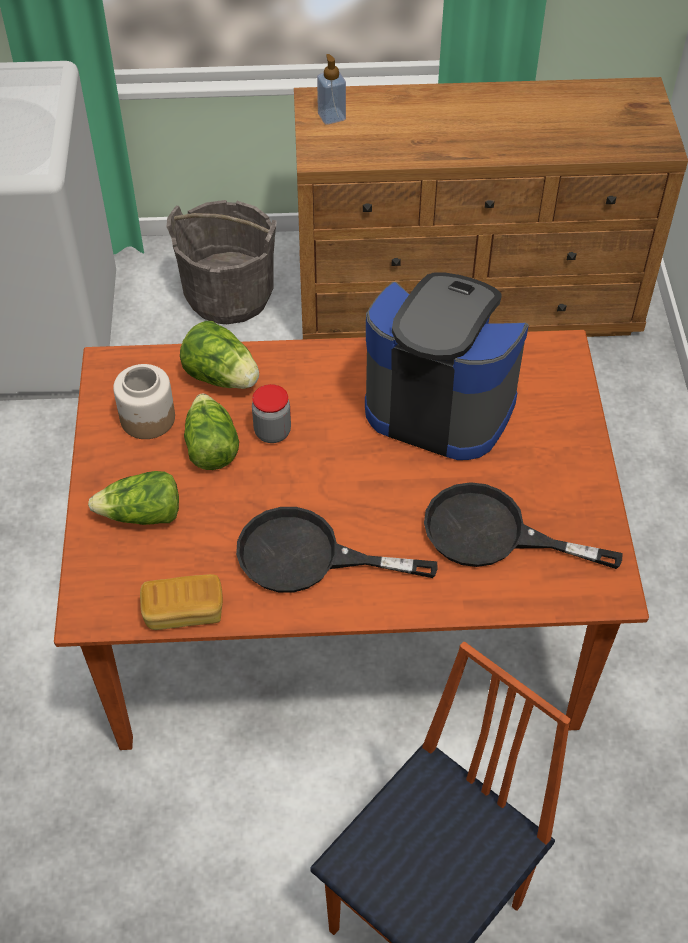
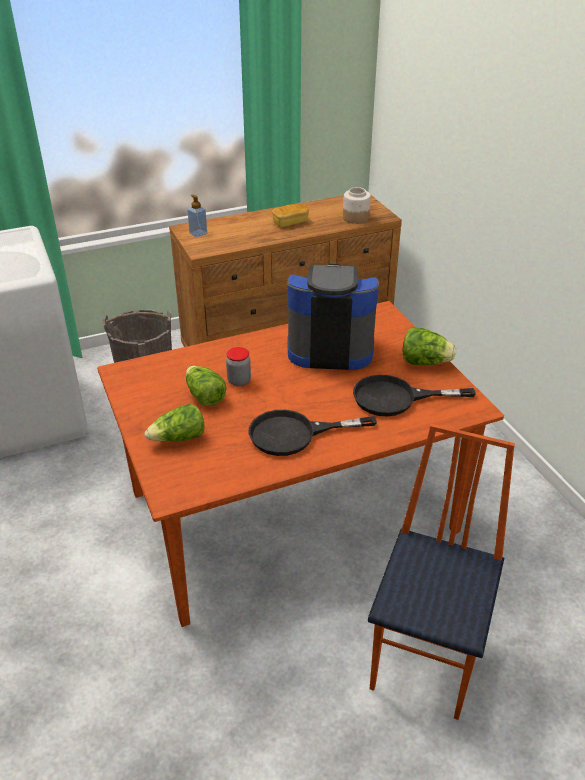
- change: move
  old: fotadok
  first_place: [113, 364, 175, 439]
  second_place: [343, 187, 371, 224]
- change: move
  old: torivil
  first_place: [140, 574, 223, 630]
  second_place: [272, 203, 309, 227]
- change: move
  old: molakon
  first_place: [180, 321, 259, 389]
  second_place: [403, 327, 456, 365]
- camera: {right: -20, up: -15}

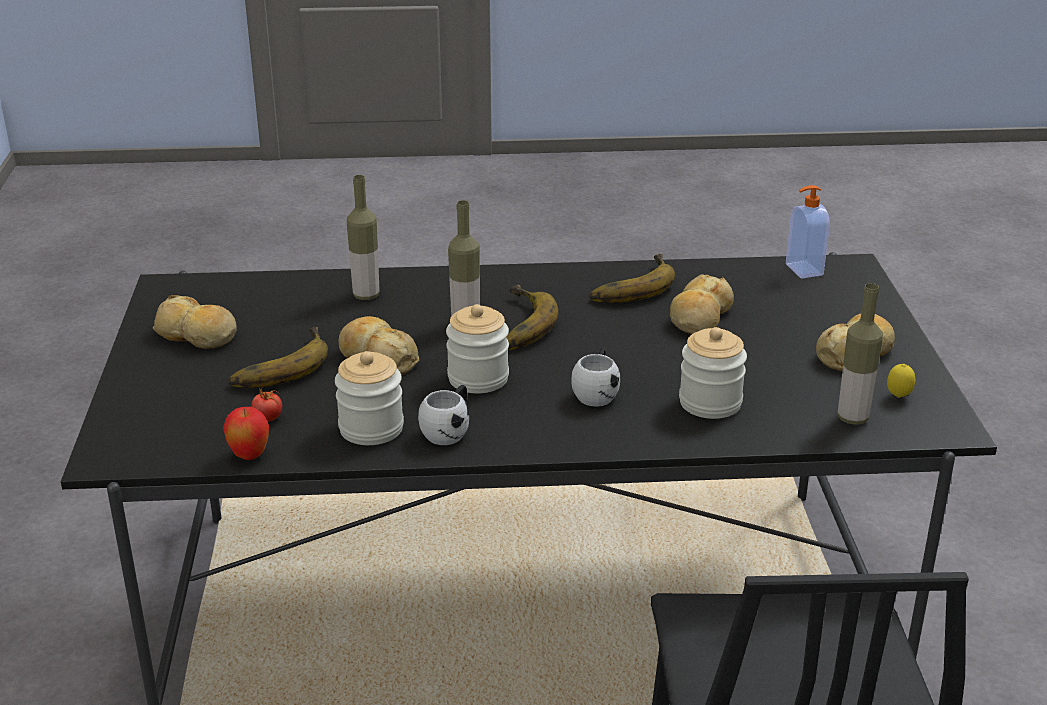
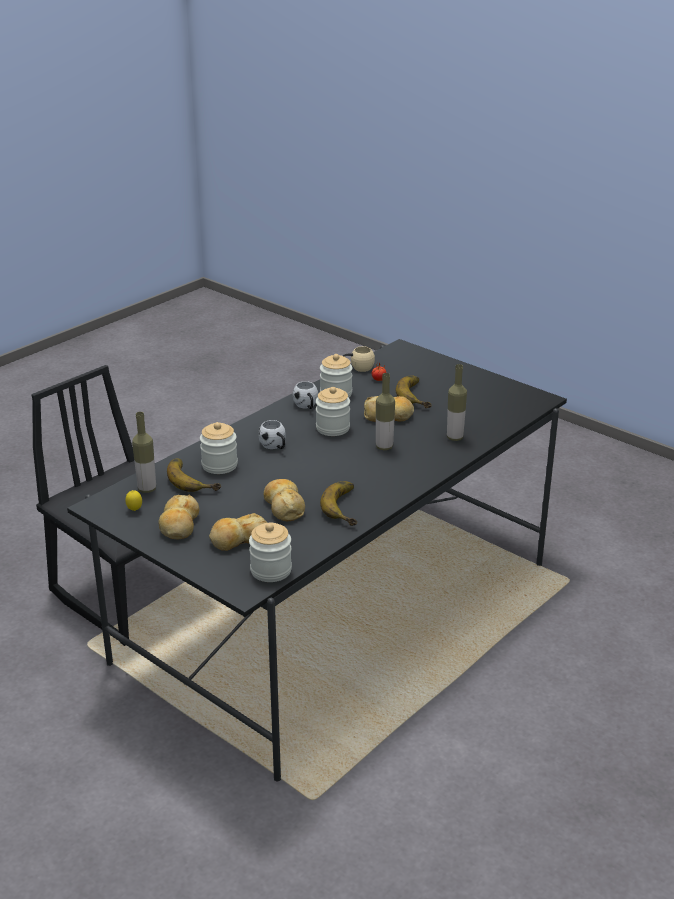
- change: move
  old: torivil
  first_place: [153, 295, 237, 349]
  second_place: [209, 513, 267, 551]
- change: replace
  old: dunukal
  new: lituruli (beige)
  first_place: [223, 407, 269, 460]
  second_place: [343, 346, 375, 372]
- change: move
  old: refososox
  first_place: [506, 285, 559, 350]
  second_place: [167, 458, 221, 492]
- change: replace
  old: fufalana
  new: fotadok
  first_place: [786, 185, 830, 278]
  second_place: [249, 523, 292, 582]
- camera: {right: 135, up: 0}

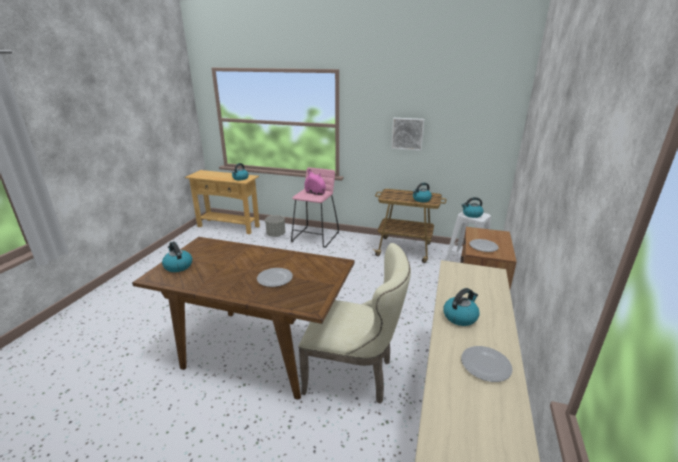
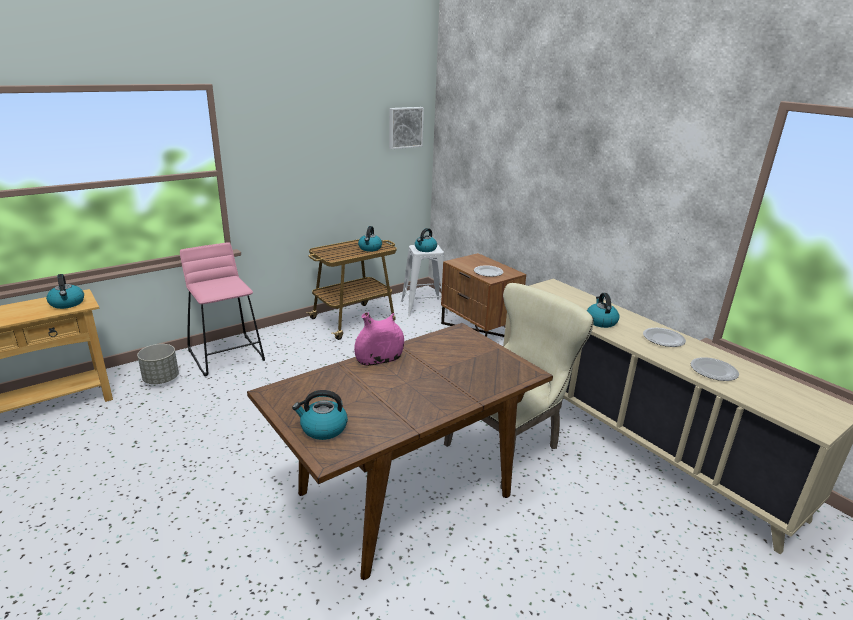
- change: move
  old: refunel
  first_place: [257, 268, 293, 287]
  second_place: [690, 357, 739, 381]
- change: move
  old: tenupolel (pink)
  first_place: [305, 169, 326, 195]
  second_place: [354, 312, 404, 366]
- change: move
  old: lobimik
  first_place: [391, 118, 425, 151]
  second_place: [389, 107, 424, 149]
- camera: {right: -55, up: 0}

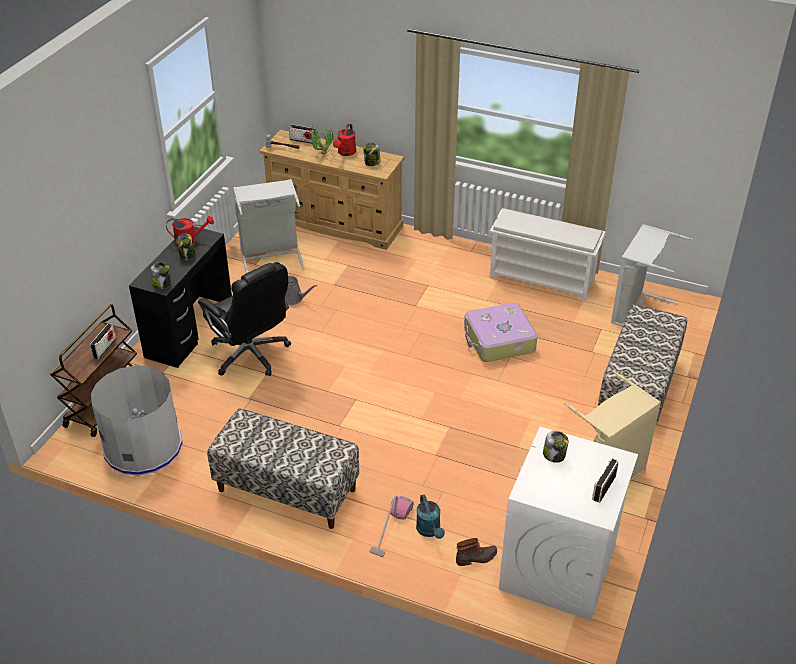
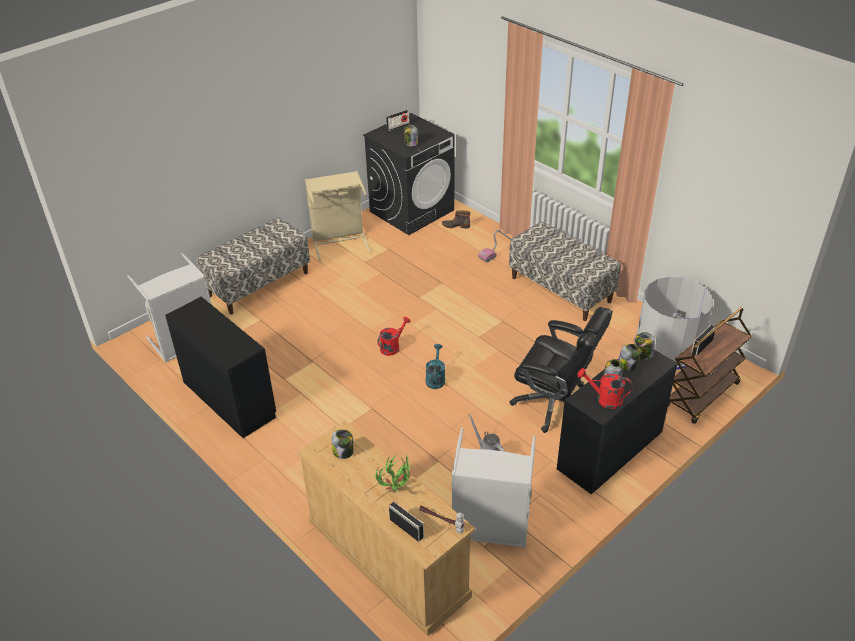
- change: rotate
  old: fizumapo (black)
  first_place: [198, 262, 291, 376]
  second_place: [510, 307, 613, 433]
  degrees: 135
- change: move
  old: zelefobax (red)
  first_place: [333, 124, 356, 156]
  second_place: [377, 316, 411, 356]
- change: move
  old: zelefobax (turquoise)
  first_place: [416, 494, 445, 539]
  second_place: [426, 344, 445, 389]
- change: delete
  old: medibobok
  first_place: [464, 303, 538, 362]
- change: replace
  old: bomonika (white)
  new: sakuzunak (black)
  first_place: [489, 208, 606, 301]
  second_place: [165, 297, 276, 438]
- change: recolor
  old: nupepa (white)
  new: nupepa (black)
  first_place: [499, 427, 638, 621]
  second_place: [363, 113, 455, 235]
- change: insert
  new: fotadok
  second_place: [618, 344, 641, 371]
- camera: {right: -155, up: 0}

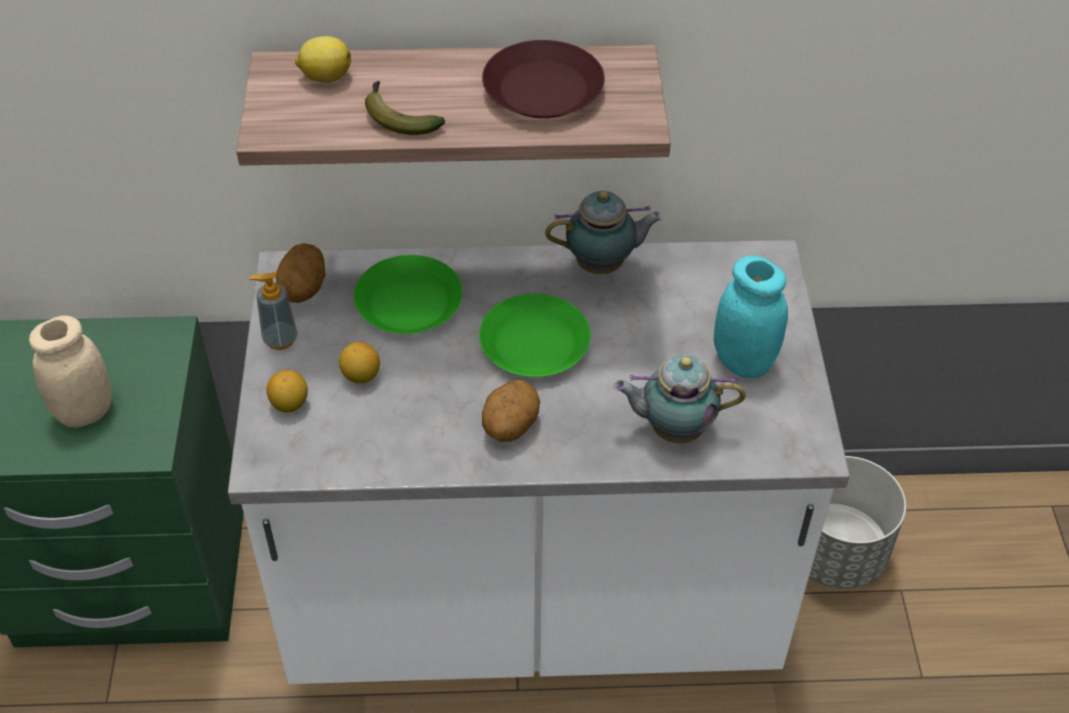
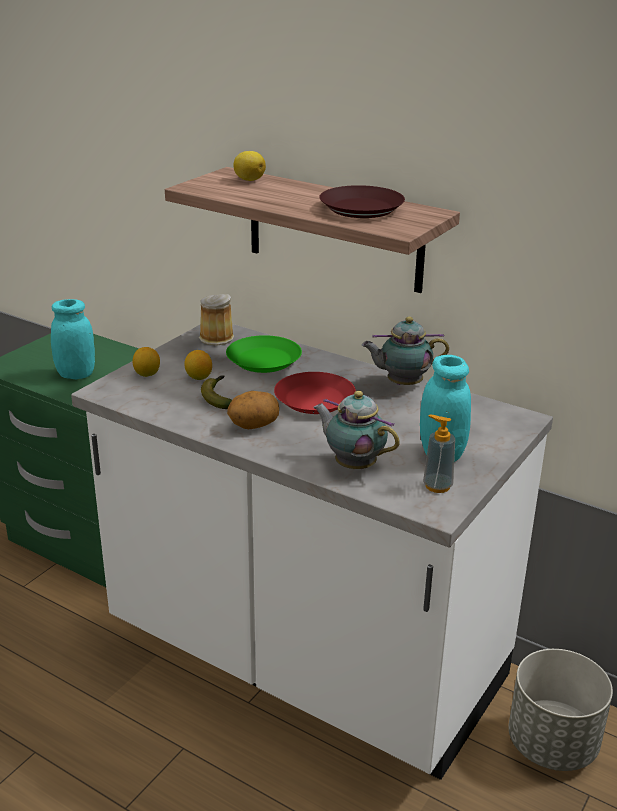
- change: recolor
  old: fotadok (beige)
  new: fotadok (turquoise)
  first_place: [29, 315, 112, 428]
  second_place: [51, 299, 95, 379]
- change: move
  old: fufalana
  first_place: [249, 272, 297, 350]
  second_place: [423, 415, 455, 493]
- change: replace
  old: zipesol
  new: lituruli
  first_place: [276, 243, 326, 303]
  second_place: [199, 294, 234, 345]
- change: move
  old: refososox
  first_place: [365, 81, 445, 135]
  second_place: [201, 375, 232, 409]
- change: recolor
  old: refunel (green)
  new: refunel (red)
  first_place: [479, 294, 591, 377]
  second_place: [274, 372, 356, 414]
- change: rotate
  old: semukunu
  first_place: [545, 191, 663, 274]
  second_place: [362, 317, 449, 385]
  degrees: 150
- camera: {right: 35, up: -20}

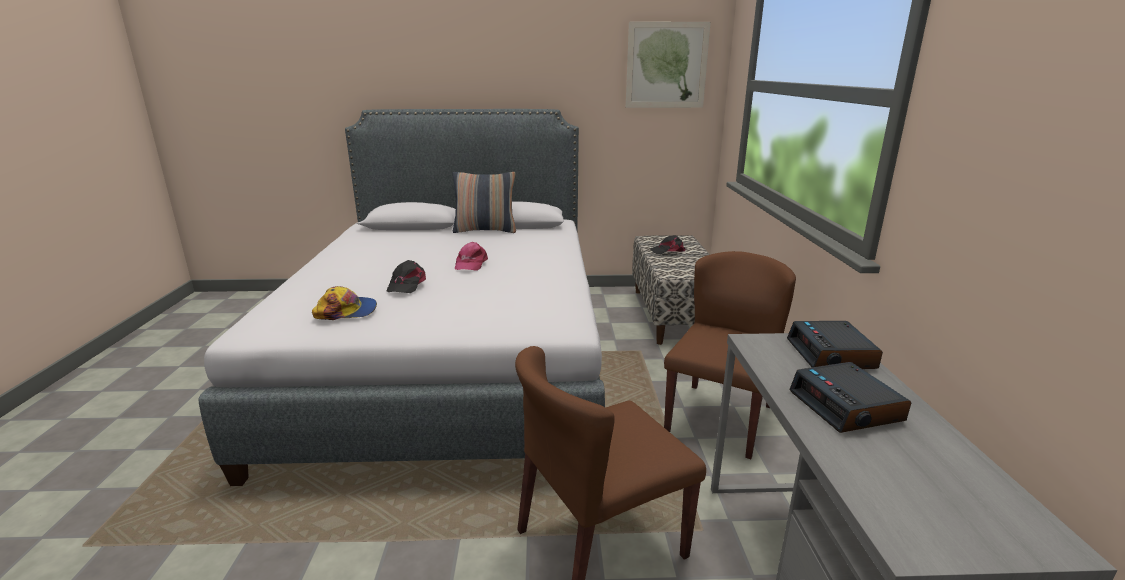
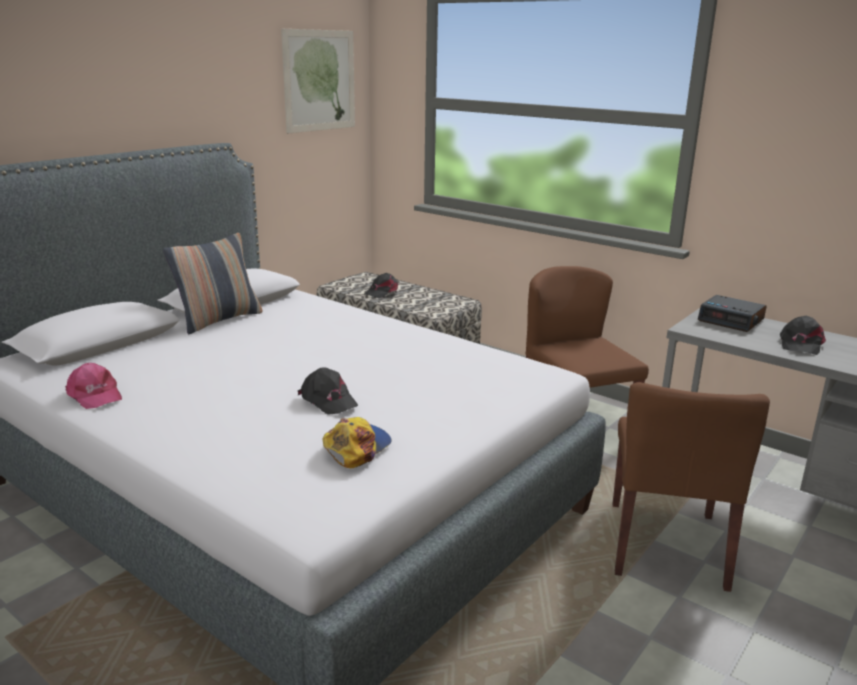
- change: move
  old: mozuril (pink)
  first_place: [455, 242, 488, 271]
  second_place: [65, 363, 122, 409]
- change: replace
  old: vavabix
  new: mozuril (black)
  first_place: [789, 362, 911, 433]
  second_place: [780, 316, 826, 355]
- camera: {right: -50, up: 0}

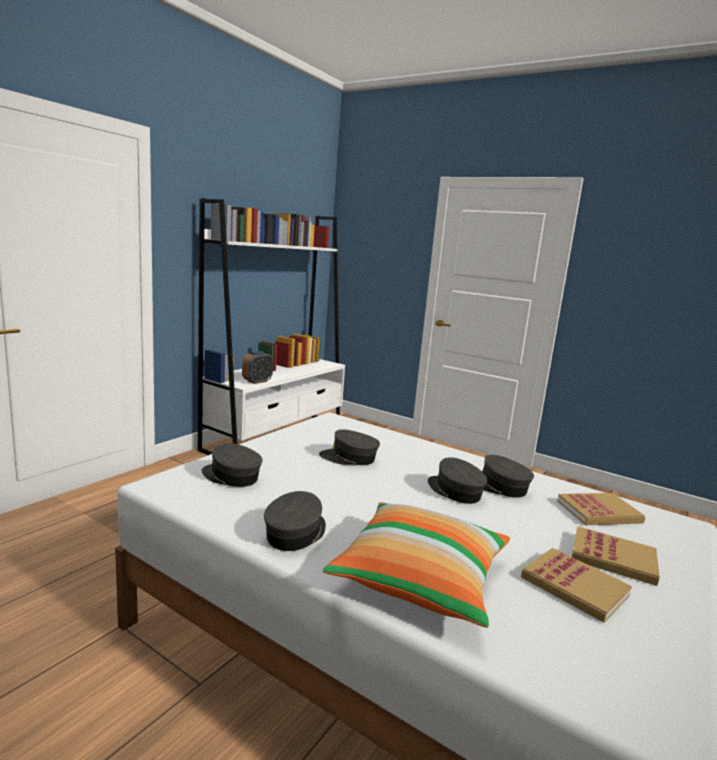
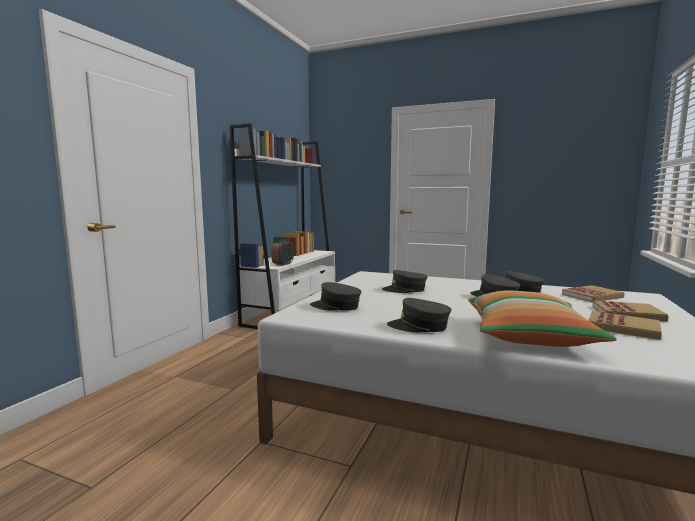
- change: rotate
  old: mozuril (grey)
  first_place: [264, 491, 326, 551]
  second_place: [387, 298, 451, 333]
  degrees: -90
- camera: {right: -10, up: -5}

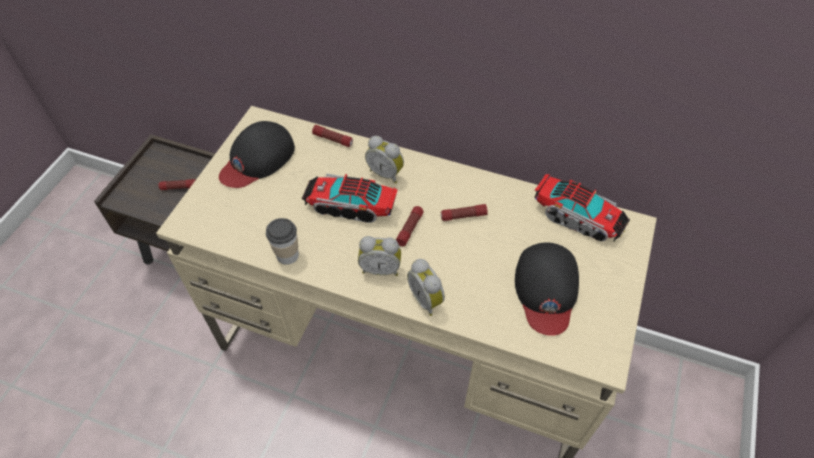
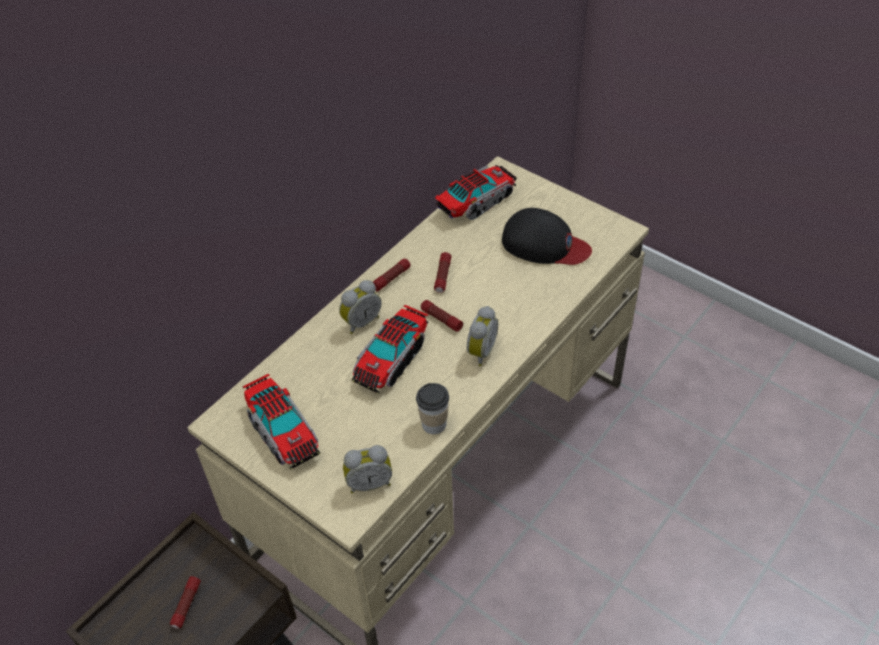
- change: replace
  old: mozuril (black)
  new: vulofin
  first_place: [219, 121, 295, 188]
  second_place: [243, 374, 320, 470]
- change: move
  old: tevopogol
  first_place: [312, 125, 353, 147]
  second_place: [373, 259, 411, 292]
- change: move
  old: vavabix
  first_place: [407, 259, 445, 316]
  second_place: [343, 445, 392, 493]
- camera: {right: -70, up: -5}

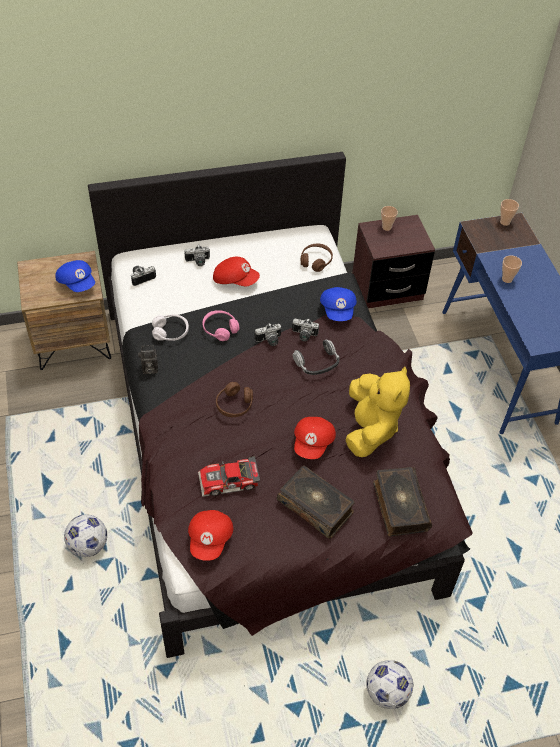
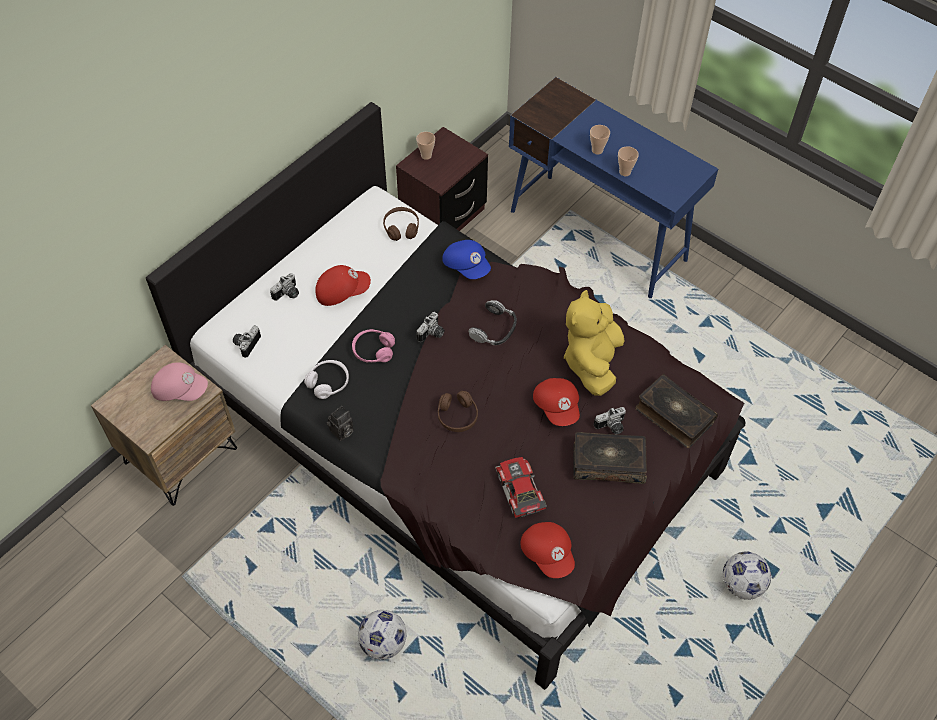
- change: recolor
  old: mozuril (blue)
  new: mozuril (pink)
  first_place: [55, 260, 95, 292]
  second_place: [151, 362, 208, 401]
- change: rotate
  old: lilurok
  first_place: [198, 456, 260, 497]
  second_place: [495, 457, 547, 518]
  degrees: 120
- change: move
  old: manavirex
  first_place: [292, 318, 319, 341]
  second_place: [594, 407, 626, 435]
- change: rotate
  old: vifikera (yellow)
  first_place: [346, 366, 410, 457]
  second_place: [564, 290, 625, 396]
  degrees: -135
- change: move
  old: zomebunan
  first_place: [500, 199, 519, 226]
  second_place: [618, 146, 639, 176]
- camera: {right: -35, up: 5}

